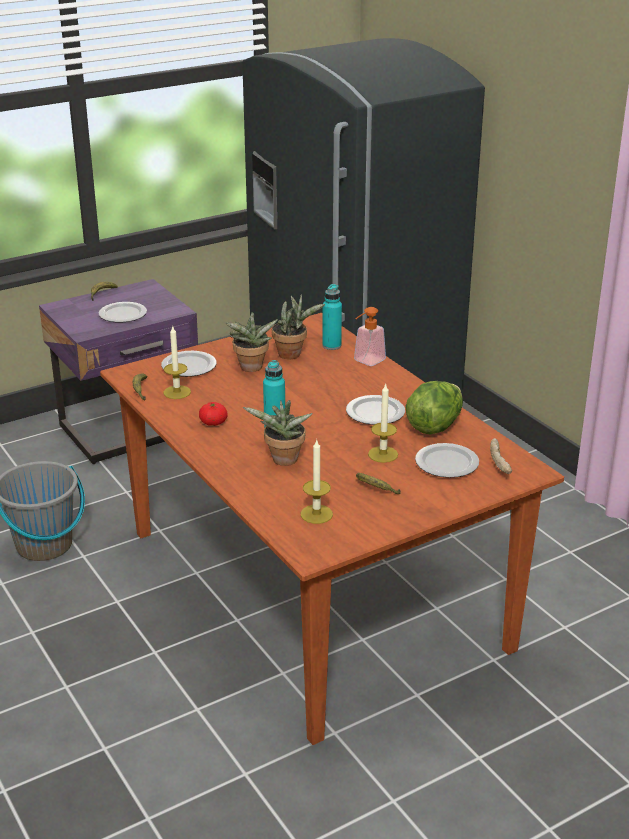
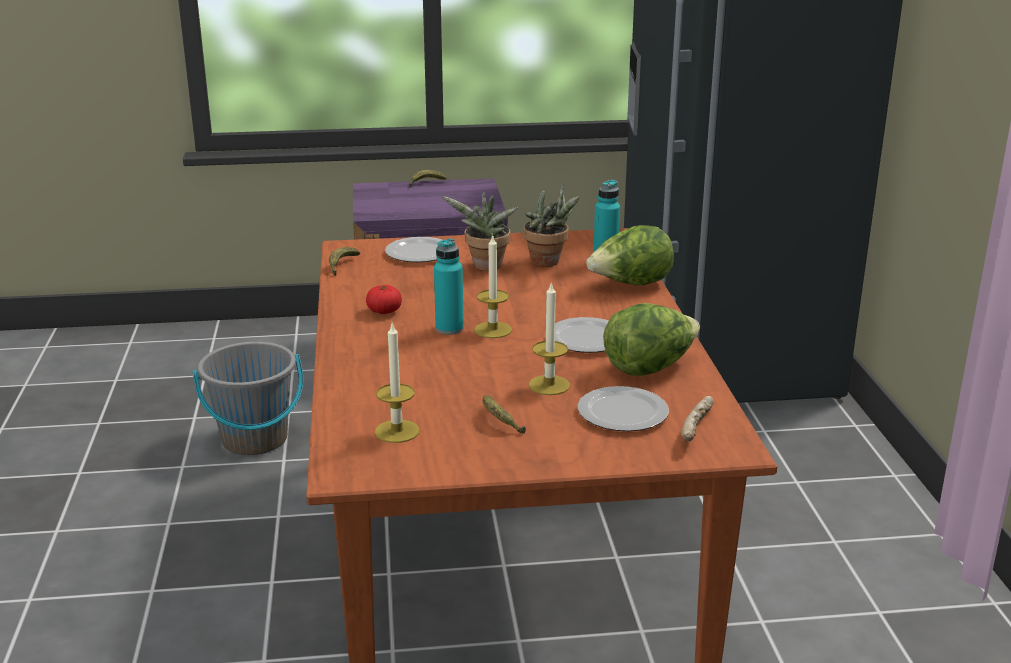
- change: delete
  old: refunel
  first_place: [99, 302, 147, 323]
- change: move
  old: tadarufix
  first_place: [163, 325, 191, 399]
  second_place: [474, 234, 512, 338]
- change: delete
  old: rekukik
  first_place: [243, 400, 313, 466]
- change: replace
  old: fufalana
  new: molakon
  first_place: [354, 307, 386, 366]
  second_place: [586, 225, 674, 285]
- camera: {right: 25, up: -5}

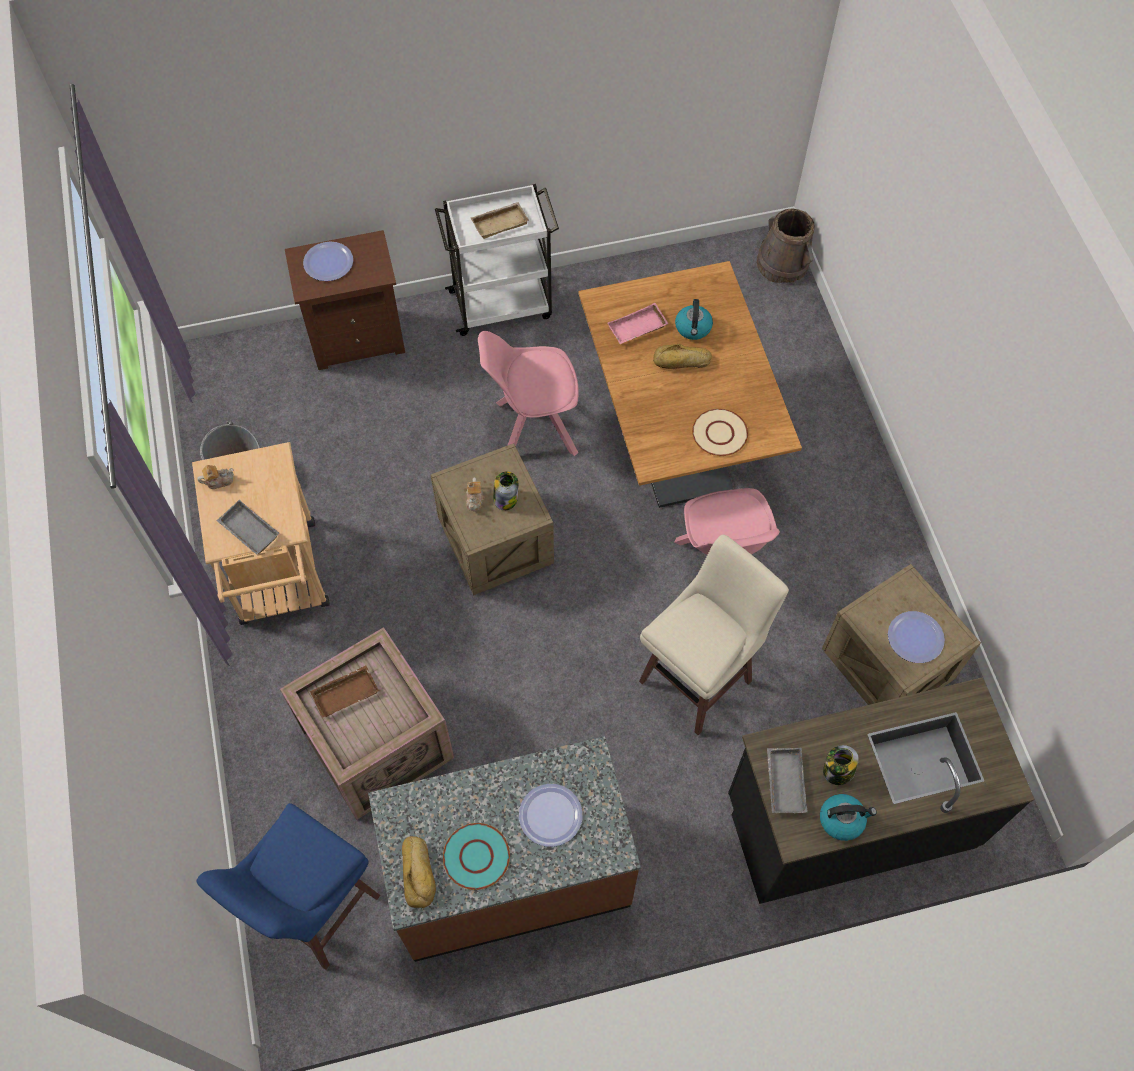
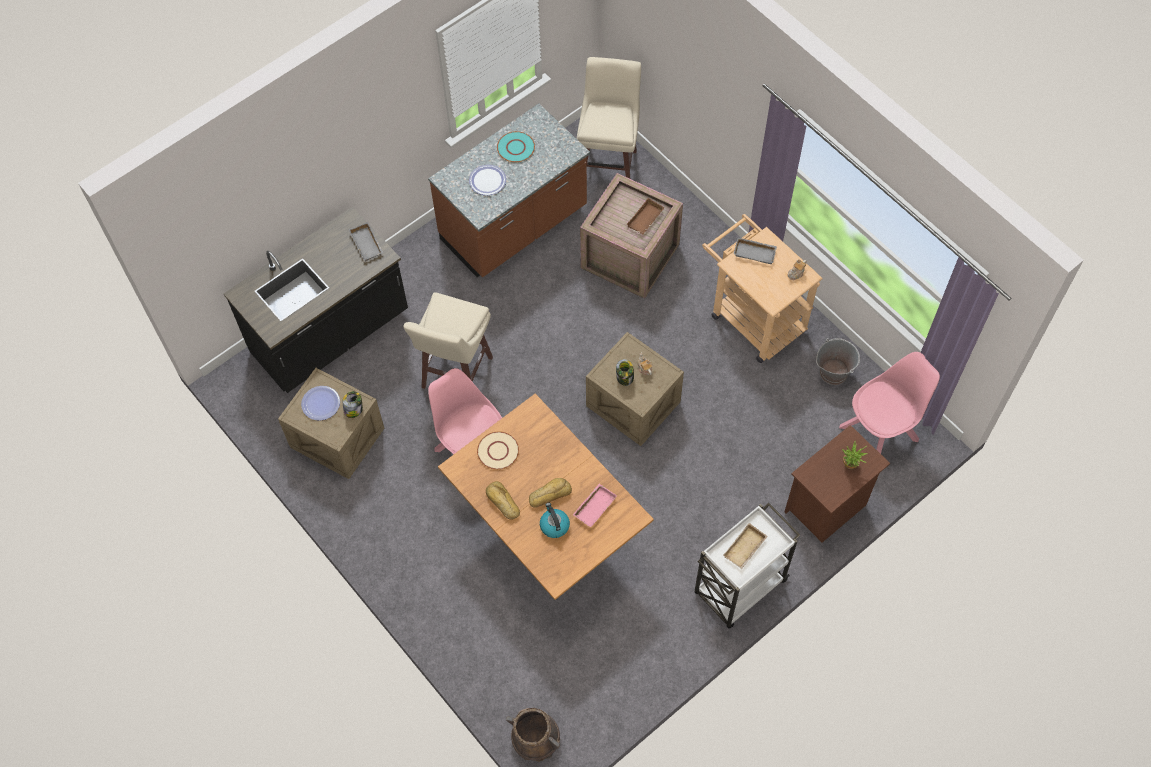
- change: recolor
  old: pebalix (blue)
  new: pebalix (beige)
  first_place: [196, 803, 380, 970]
  second_place: [577, 57, 641, 179]
- change: replace
  old: refunel
  new: rekukik
  first_place: [303, 242, 353, 281]
  second_place: [842, 441, 868, 469]
- change: move
  old: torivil
  first_place: [402, 836, 436, 908]
  second_place: [486, 481, 520, 520]
- change: move
  old: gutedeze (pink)
  first_place: [478, 331, 579, 456]
  second_place: [839, 352, 940, 454]
- change: delete
  old: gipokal
  first_place: [820, 794, 877, 841]
- change: move
  old: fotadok
  first_place: [823, 745, 859, 785]
  second_place: [343, 391, 363, 418]
- camera: {right: 155, up: 0}

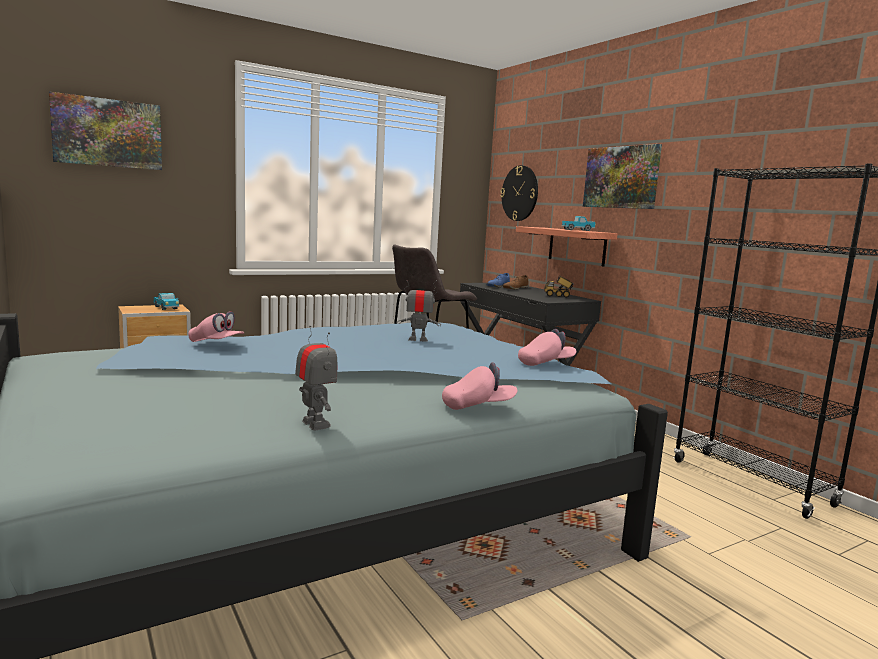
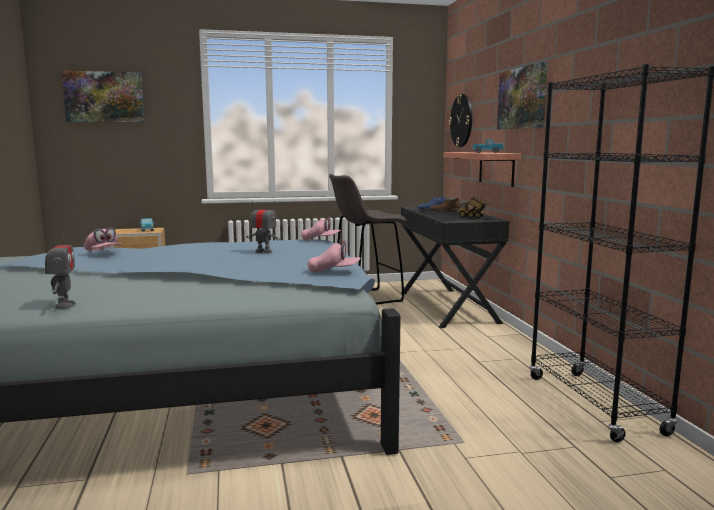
- change: move
  old: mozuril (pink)
  first_place: [442, 362, 517, 410]
  second_place: [301, 217, 341, 240]
- camera: {right: 20, up: 0}

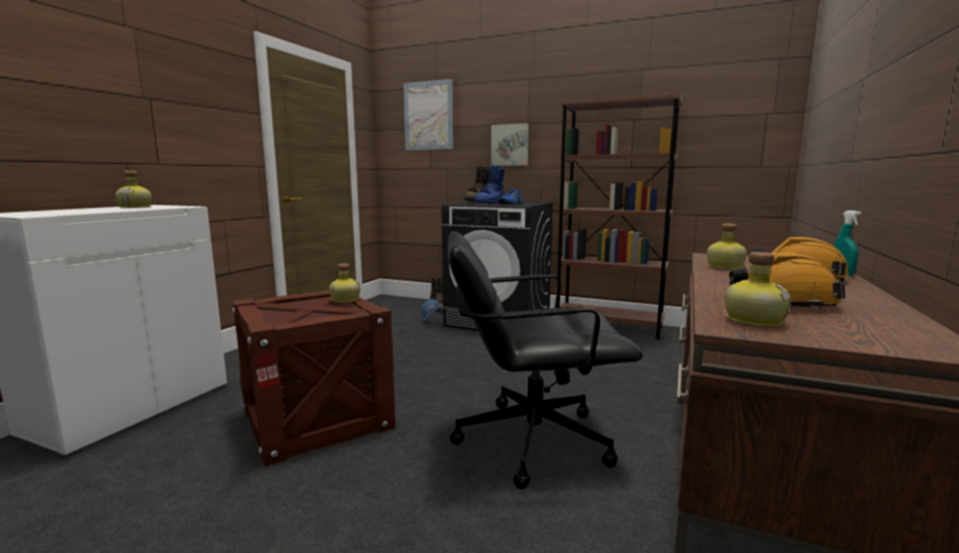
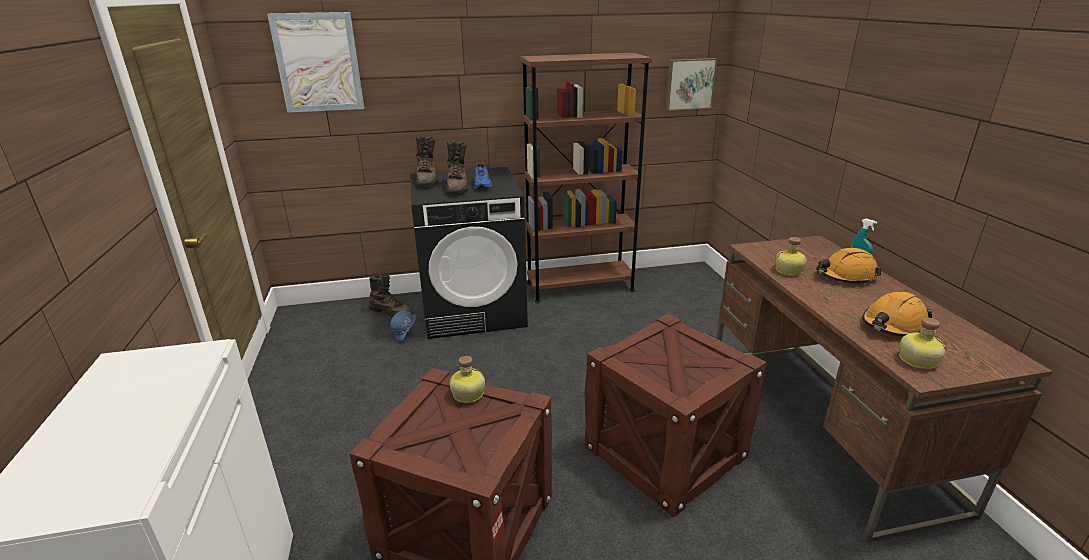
- change: delete
  old: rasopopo
  first_place: [115, 171, 152, 208]
- change: replace
  old: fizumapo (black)
  new: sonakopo
  first_place: [448, 231, 643, 489]
  second_place: [584, 314, 767, 518]
- change: recolor
  old: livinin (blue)
  new: livinin (brown)
  first_place: [474, 164, 505, 204]
  second_place: [446, 140, 468, 193]
- change: move
  old: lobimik
  first_place: [490, 122, 531, 166]
  second_place: [666, 58, 717, 111]
- camera: {right: -35, up: 15}

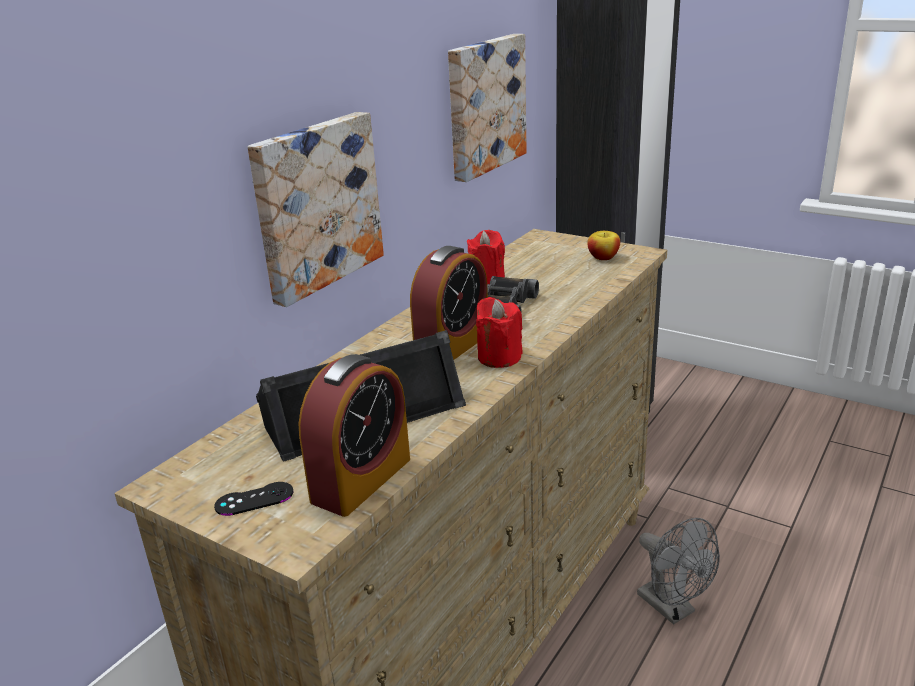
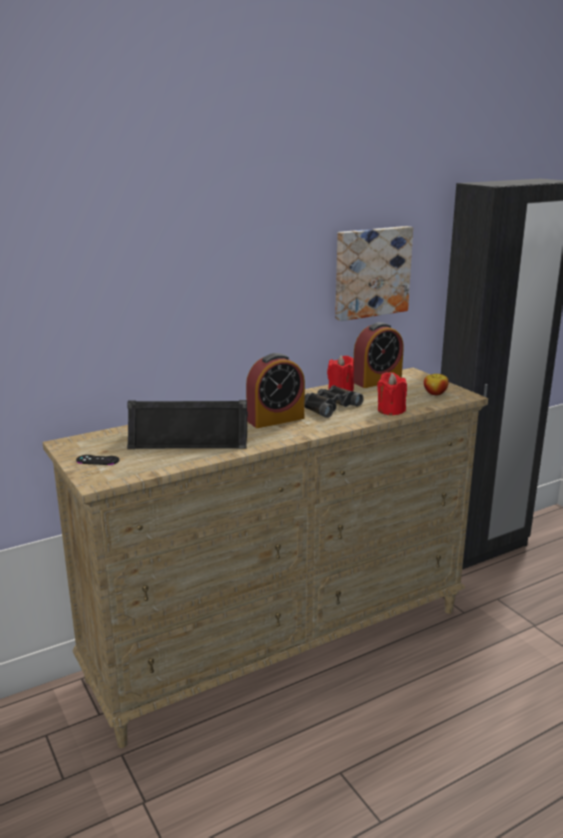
- change: delete
  old: lobimik
  first_place: [247, 112, 384, 307]
- change: move
  old: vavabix
  first_place: [299, 354, 410, 517]
  second_place: [353, 322, 404, 388]
- change: move
  old: tadarufix (red)
  first_place: [476, 297, 523, 368]
  second_place: [377, 372, 407, 415]
- change: delete
  old: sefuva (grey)
  first_place: [637, 518, 720, 625]
- camera: {right: 25, up: -5}

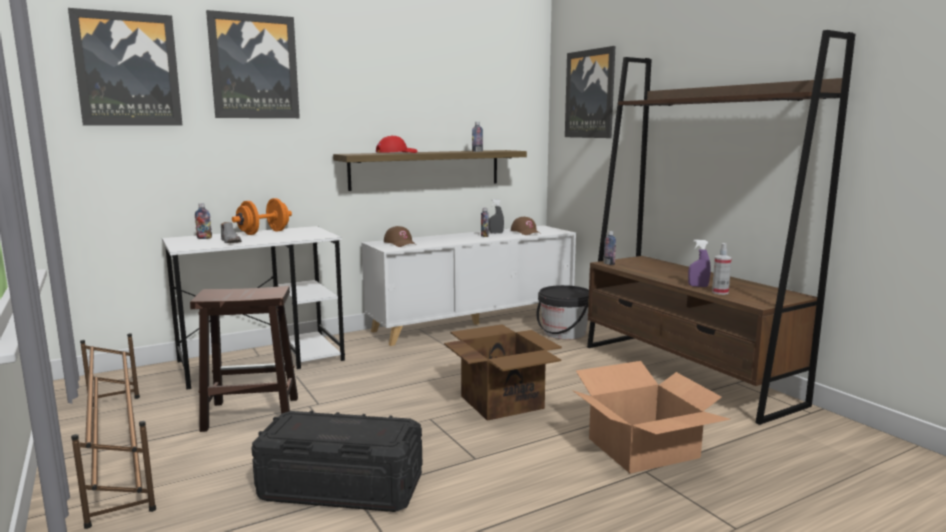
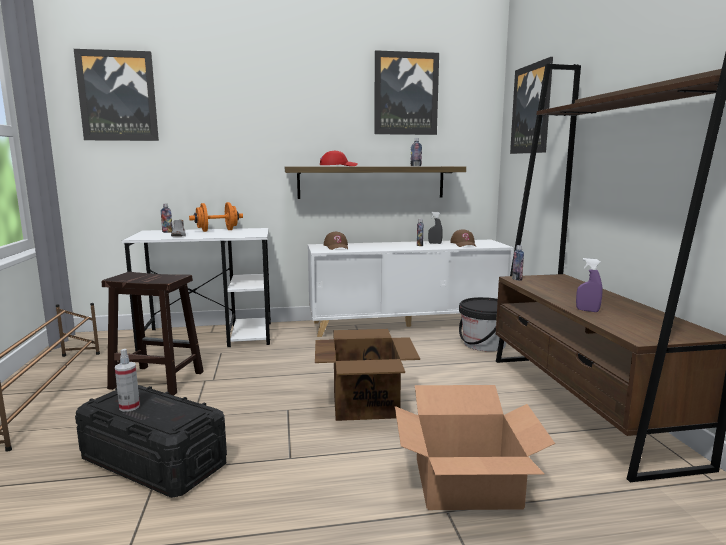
- change: move
  old: lobimik
  first_place: [206, 10, 300, 118]
  second_place: [374, 50, 439, 135]
- change: move
  old: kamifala
  first_place: [712, 243, 732, 295]
  second_place: [115, 349, 140, 412]
- camera: {right: 20, up: 0}

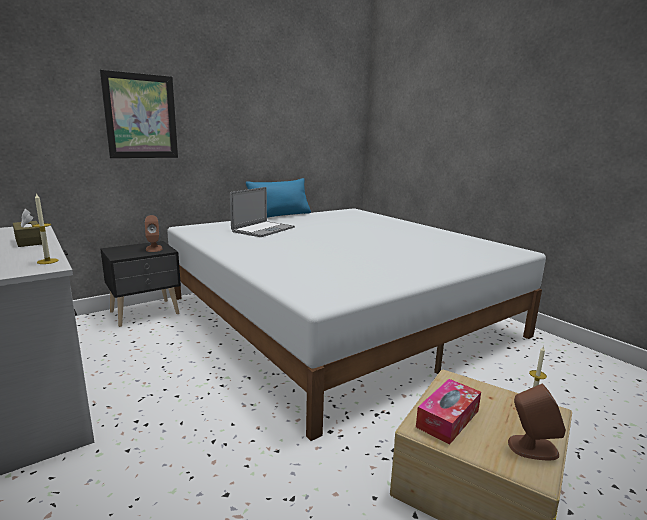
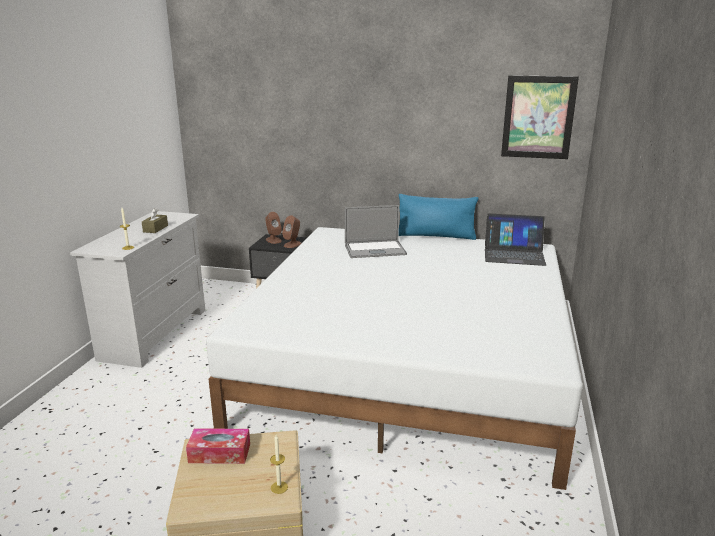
- change: move
  old: lobimik
  first_place: [100, 70, 178, 158]
  second_place: [501, 75, 579, 159]
- change: move
  old: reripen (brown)
  first_place: [508, 384, 566, 460]
  second_place: [265, 212, 282, 244]
- change: insert
  new: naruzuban
  second_place: [485, 213, 546, 266]
- camera: {right: 50, up: 5}

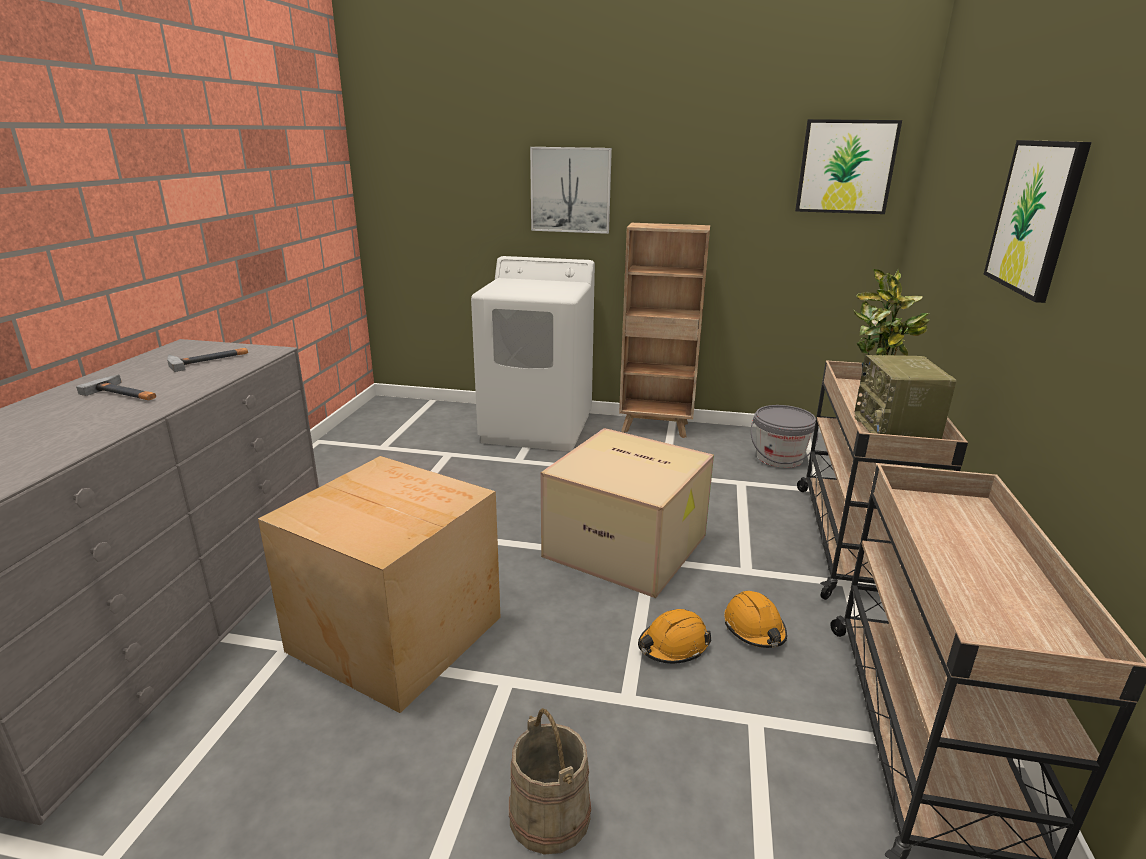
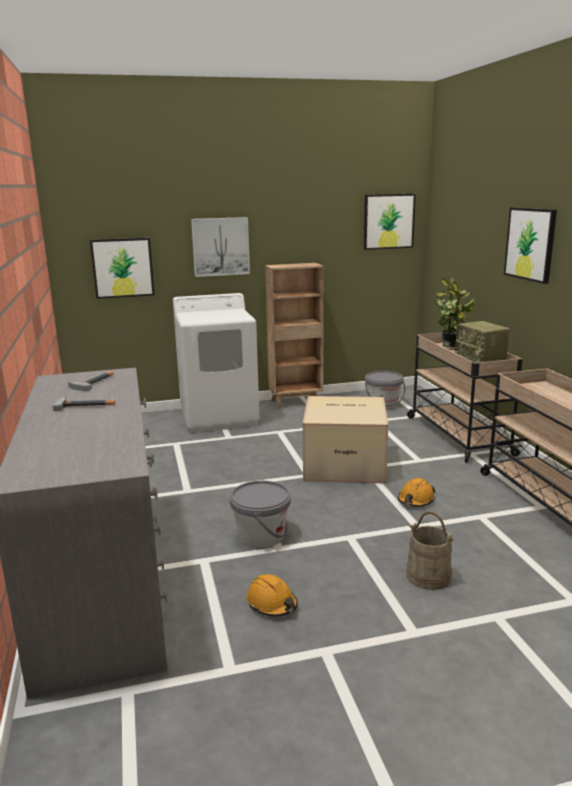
- change: replace
  old: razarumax
  new: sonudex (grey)
  first_place: [258, 456, 501, 713]
  second_place: [230, 481, 291, 548]
- change: move
  old: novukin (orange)
  first_place: [724, 591, 787, 648]
  second_place: [247, 574, 298, 617]
- change: insert
  new: lobimik
  second_place: [90, 238, 155, 299]
- camera: {right: -25, up: -5}

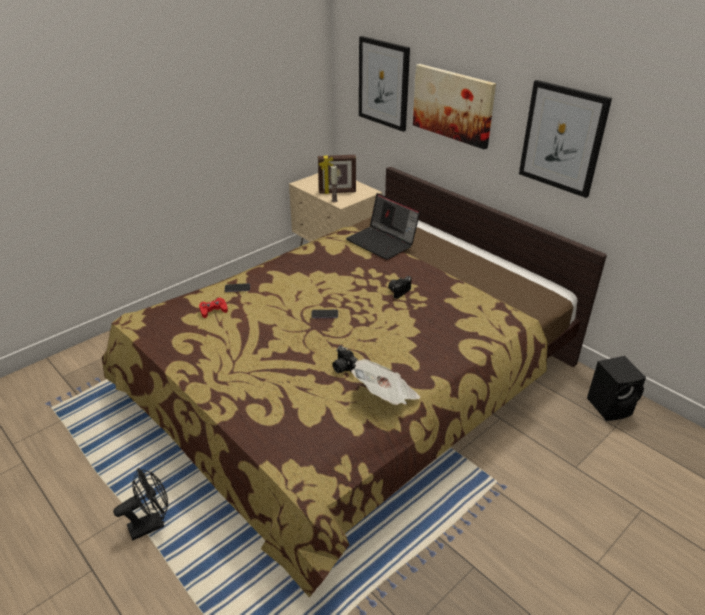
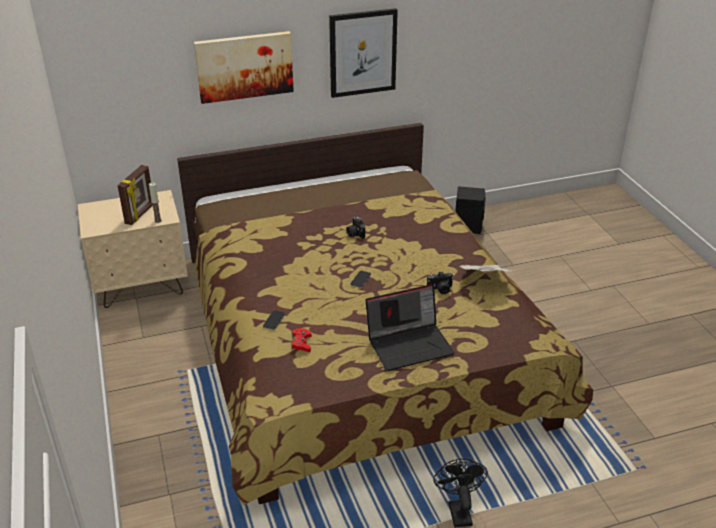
- change: move
  old: naruzuban
  first_place: [346, 193, 420, 260]
  second_place: [365, 284, 455, 371]
- change: delete
  old: lobimik
  first_place: [359, 36, 410, 132]
- camera: {right: -65, up: 0}

